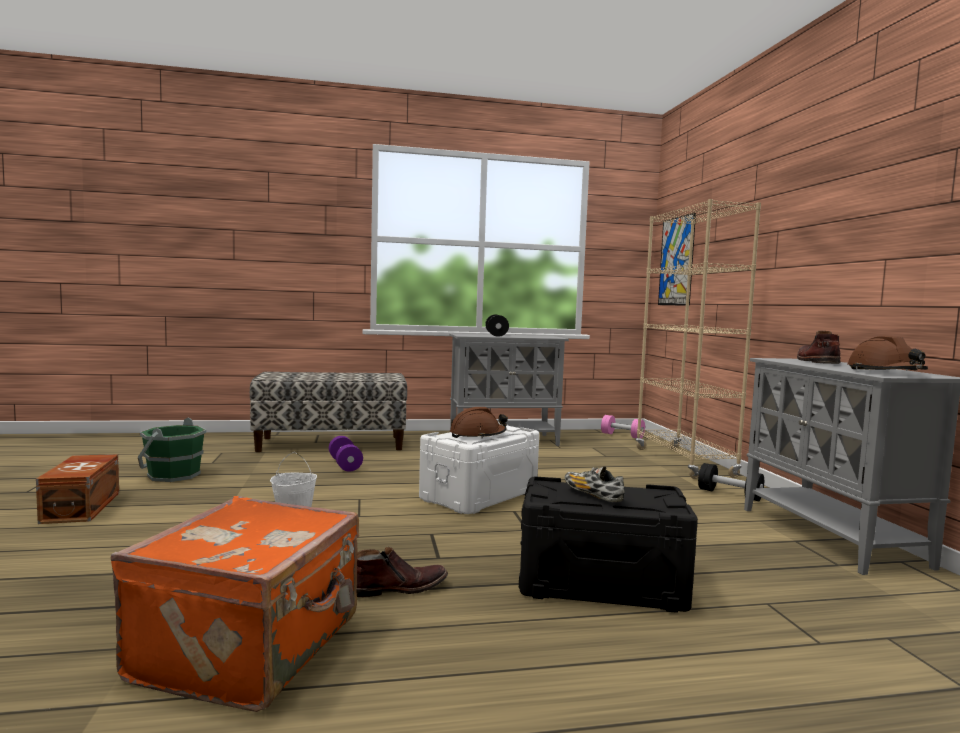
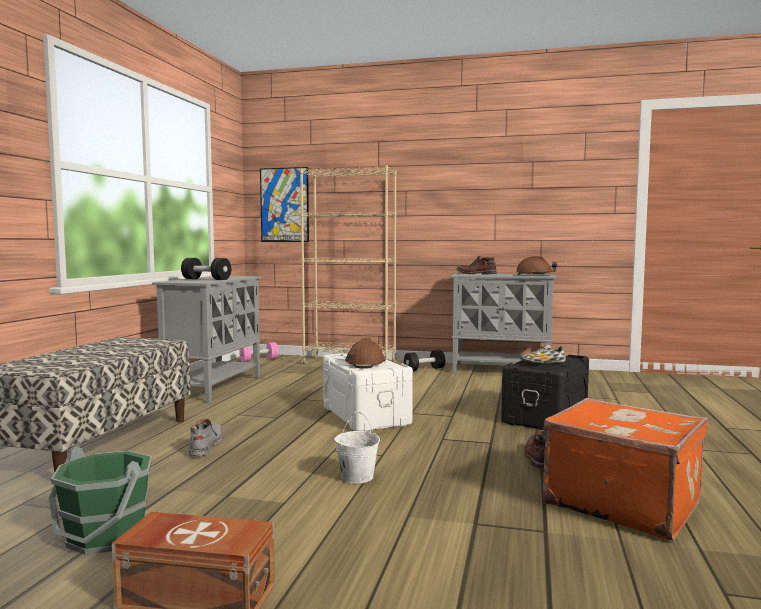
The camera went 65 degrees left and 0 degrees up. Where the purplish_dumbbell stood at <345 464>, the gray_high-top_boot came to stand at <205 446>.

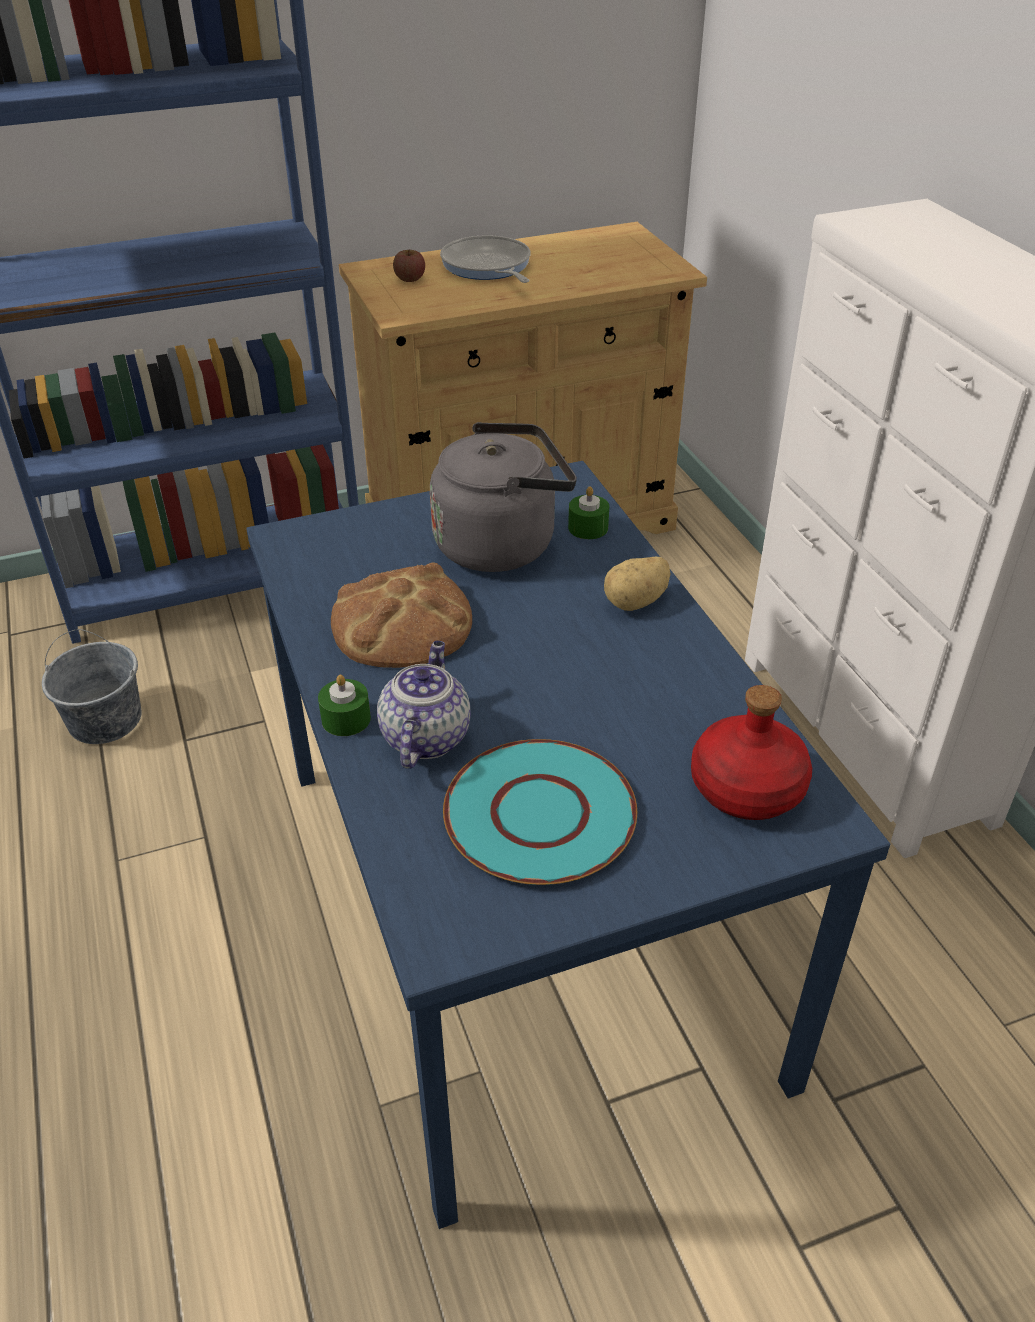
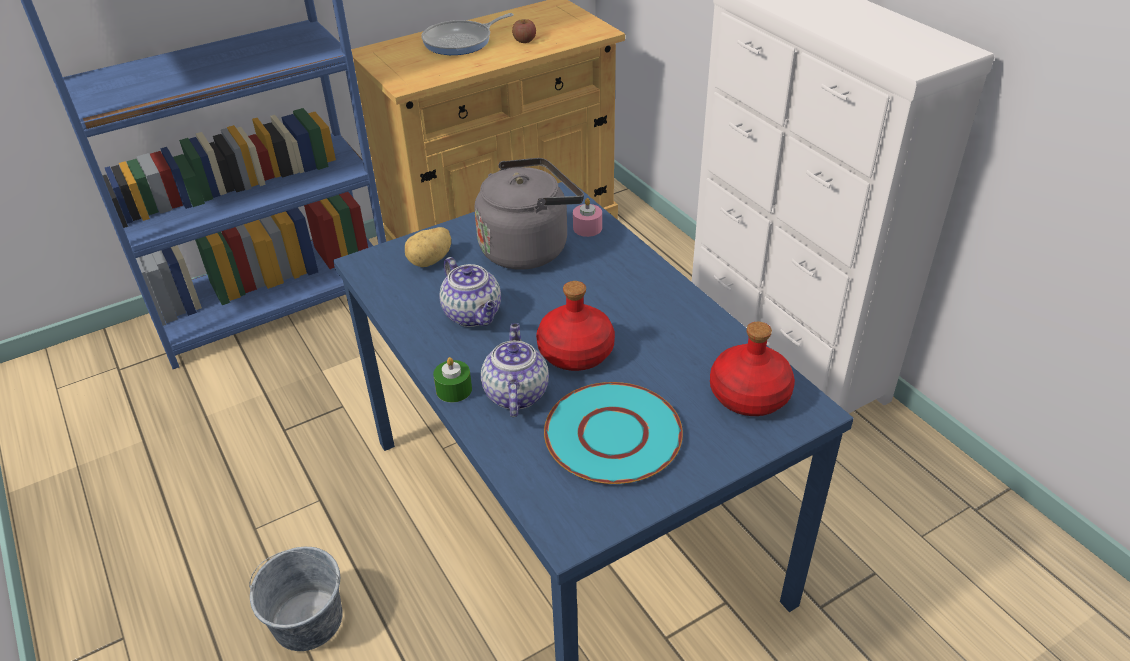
The camera went 10 degrees left and 0 degrees up. The skillet at <487 267> ended up facing another way, 90 degrees counterclockwise from before. The apple_fruit ended up elsewhere, having gone from <410 279> to <524 40>. What was the greenish_wax_candle at <588 528> turned into the pinkish_wax_candle at <587 228>. The spud ended up elsewhere, having gone from <637 602> to <431 260>. Where the bread stood at <402 623>, the pot_for_tea came to stand at <474 315>. The gray_water_bucket ended up elsewhere, having gone from <104 720> to <307 621>. The second view gained the red-coloured_drink_bottle at <576 353>.

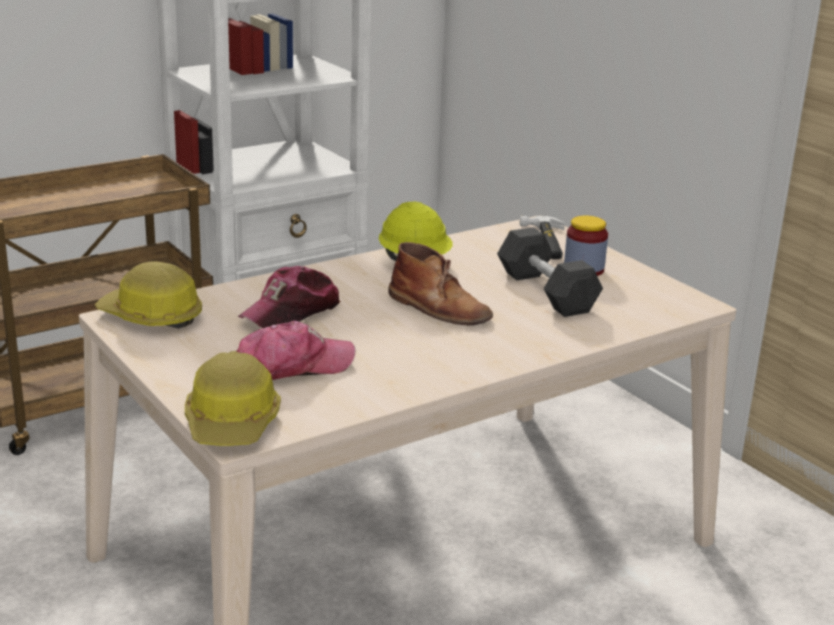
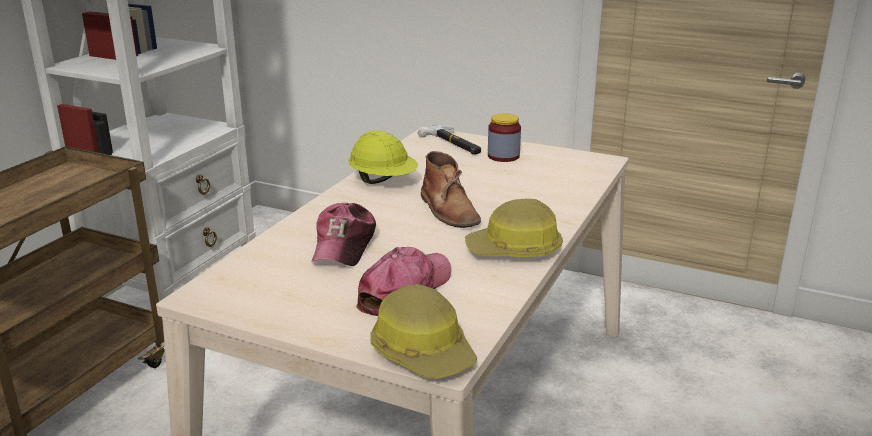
The camera went 30 degrees left and 0 degrees up. The second view lost the gray_dumbbell at <546 292>. The brown-coloured_high-top_boot at <439 308> ended up facing another way, 60 degrees clockwise from before. The safety_helmet ended up elsewhere, having gone from <151 316> to <515 250>.

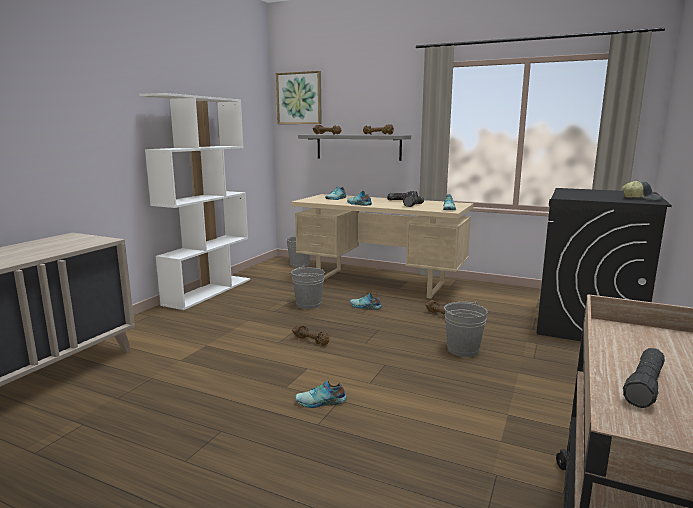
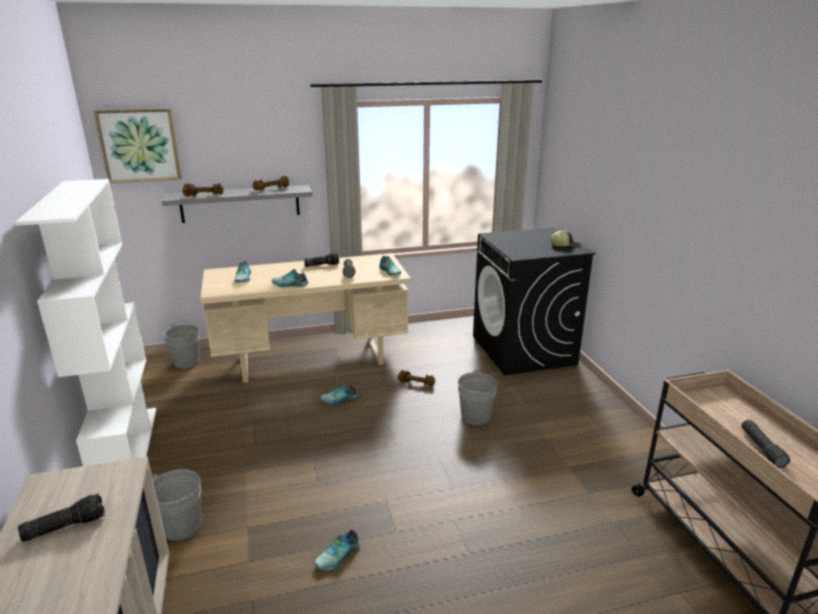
The camera went 40 degrees left and 10 degrees up. The gray_water_bucket ended up elsewhere, having gone from <308 304> to <181 526>. The second view lost the brown-coloured_dumbbell at <311 341>. The low_shoe ended up elsewhere, having gone from <321 402> to <339 556>. The second view gained the flashlight at <66 525>.

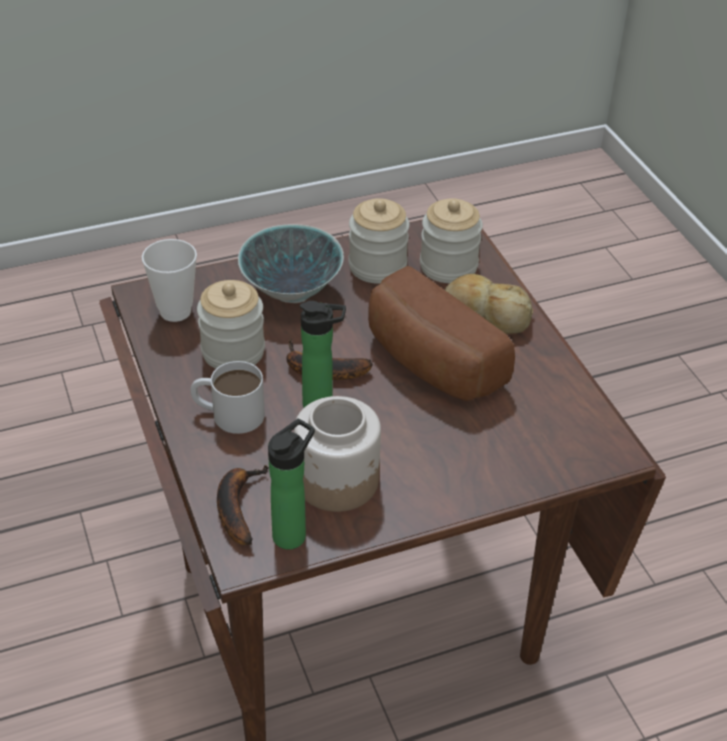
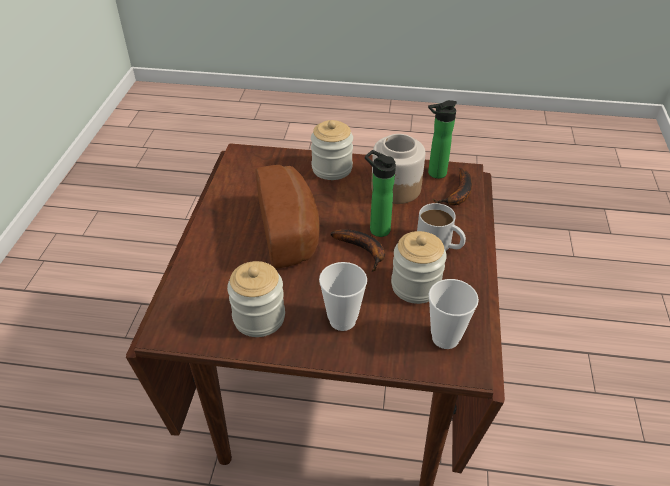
The camera went 150 degrees left and 0 degrees up. The jar ended up elsewhere, having gone from <448 266> to <332 168>. Where the bowl stood at <292 291>, the small_cup came to stand at <342 320>. The second view lost the bread at <485 314>.

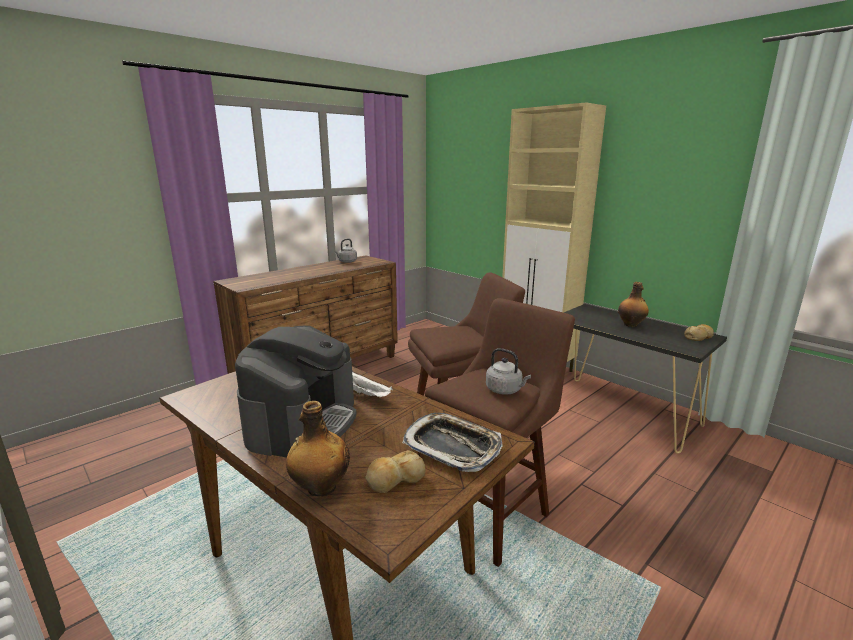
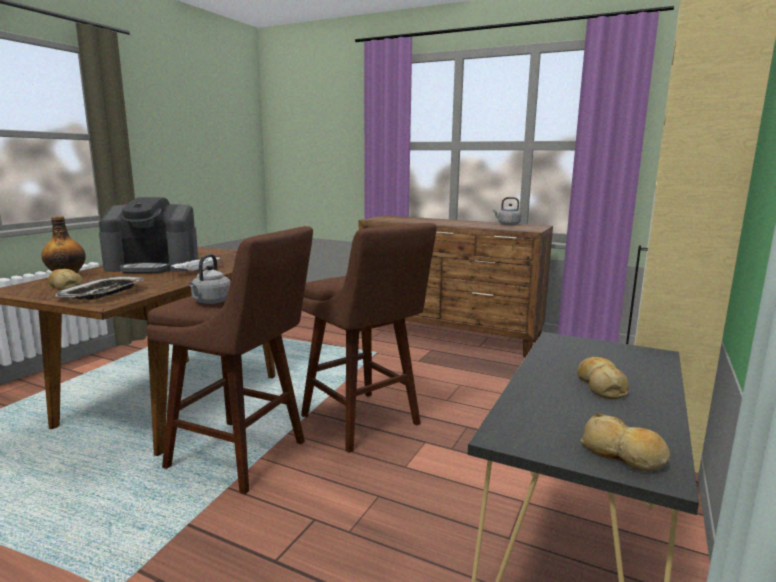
The camera went 70 degrees right and 5 degrees down. Where the drink_bottle stood at <631 325>, the bread came to stand at <601 386>.

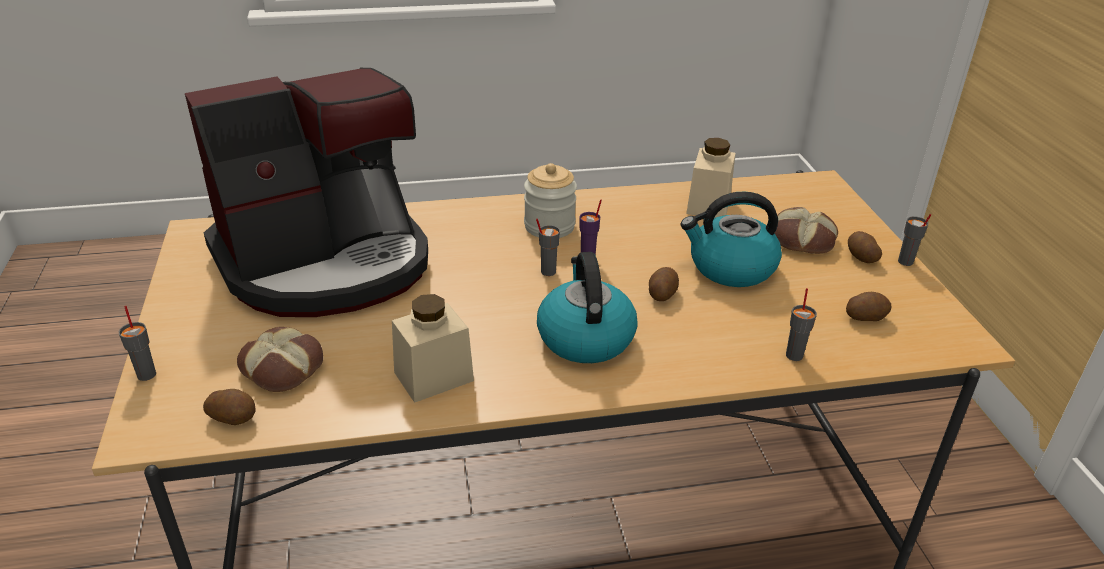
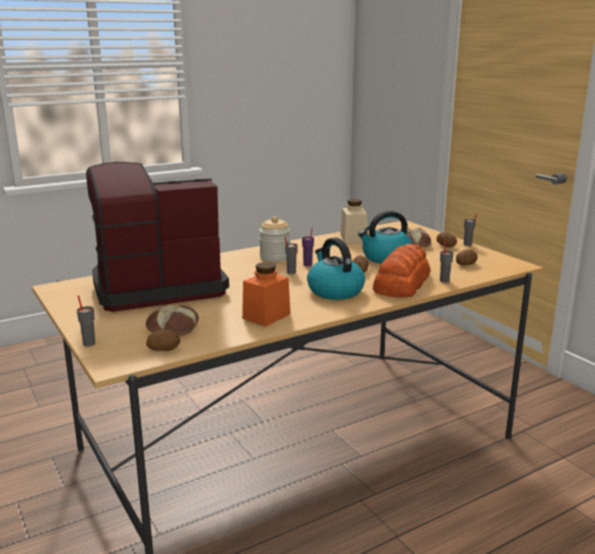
The camera went 20 degrees left and 15 degrees down. The coffee_machine at <326 262> ended up facing another way, 150 degrees counterclockwise from before. What was the beige_jar at <433 376> turned into the orange_jar at <266 316>. The second view gained the bread at <401 283>.

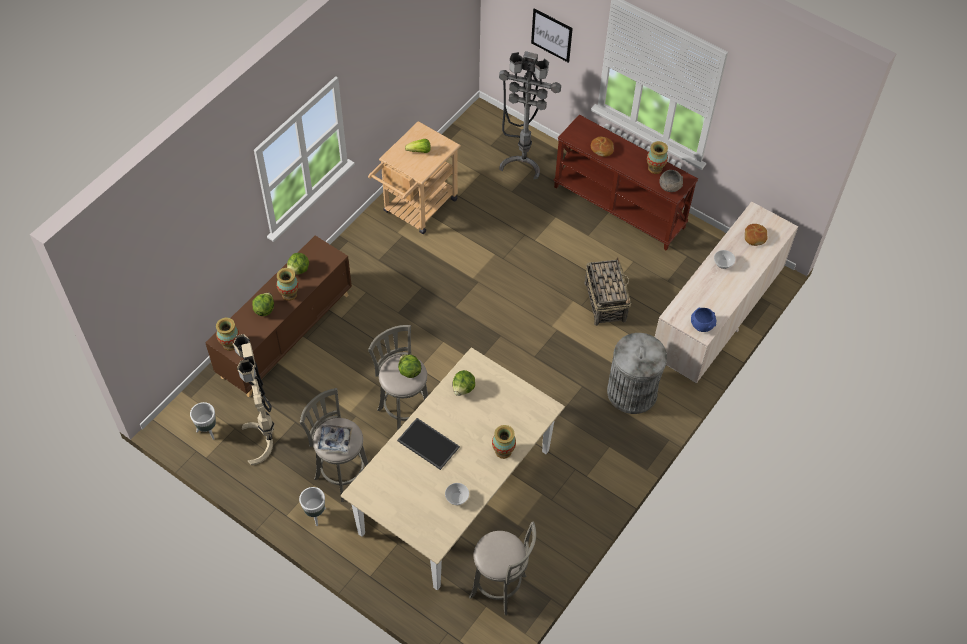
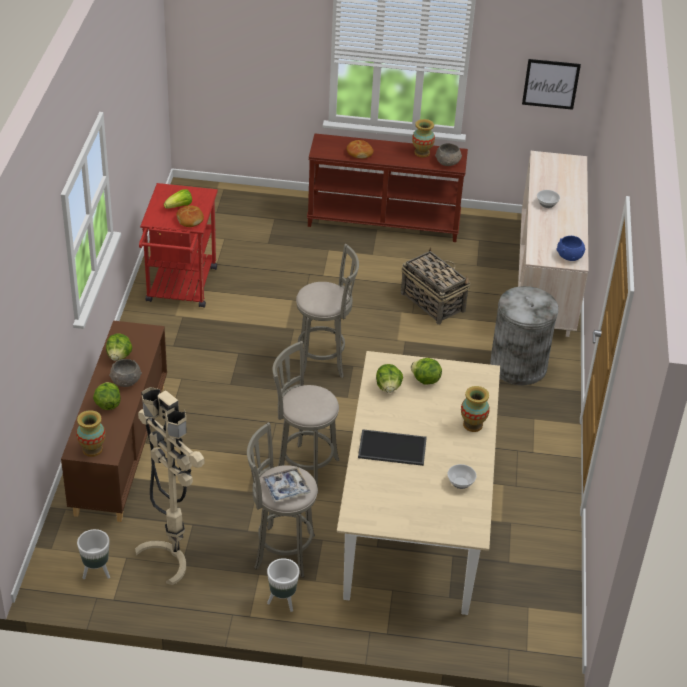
The camera went 30 degrees left and 15 degrees down. The wall_picture ended up elsewhere, having gone from <551 35> to <551 84>. The second view lost the gray_standing_lamp at <523 162>. What was the beige_wheeled_cart at <416 209> turned into the red-coloured_wheeled_cart at <180 289>. The bread ended up elsewhere, having gone from <755 237> to <190 220>. Where the flower_vase stood at <289 294>, the gray_bowl came to stand at <125 381>. The lettuce ended up elsewhere, having gone from <409 371> to <425 380>. The gray_stool ended up elsewhere, having gone from <501 588> to <324 361>.

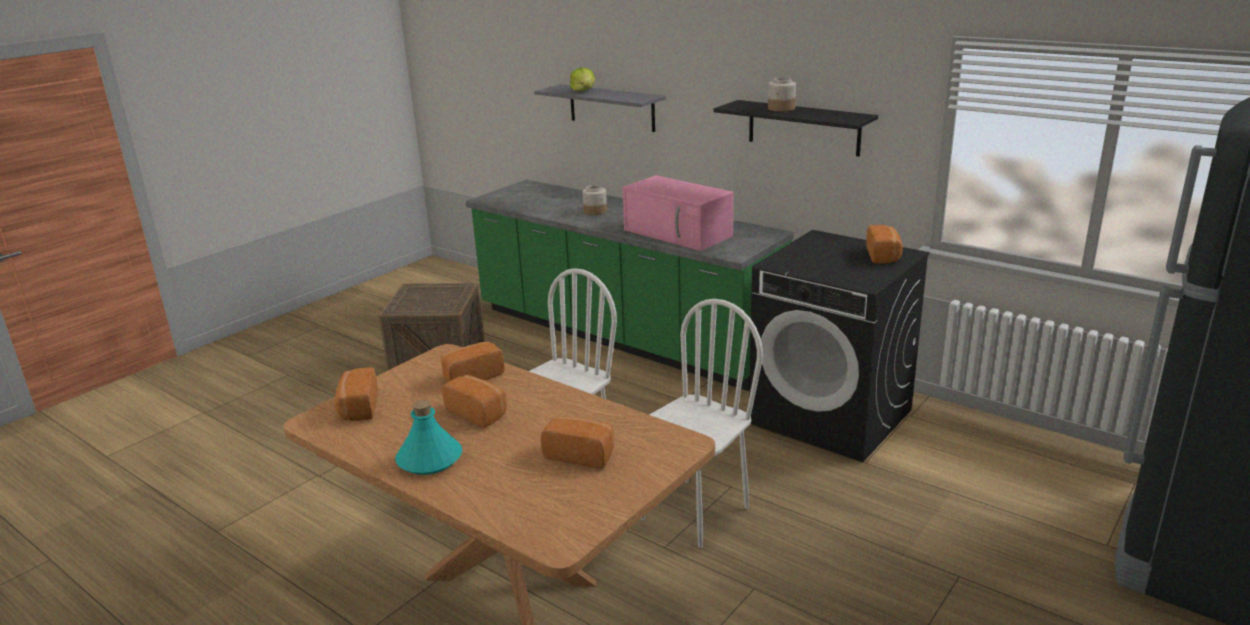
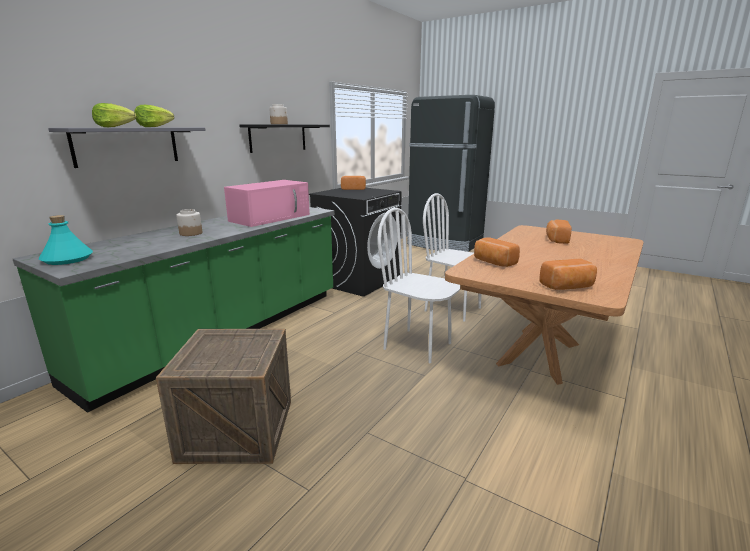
The camera went 95 degrees left and 5 degrees down. The second view lost the bread at <478 412>. The turquoise-coloured_drink_bottle ended up elsewhere, having gone from <430 460> to <67 259>. The second view gained the lettuce at <154 127>.

